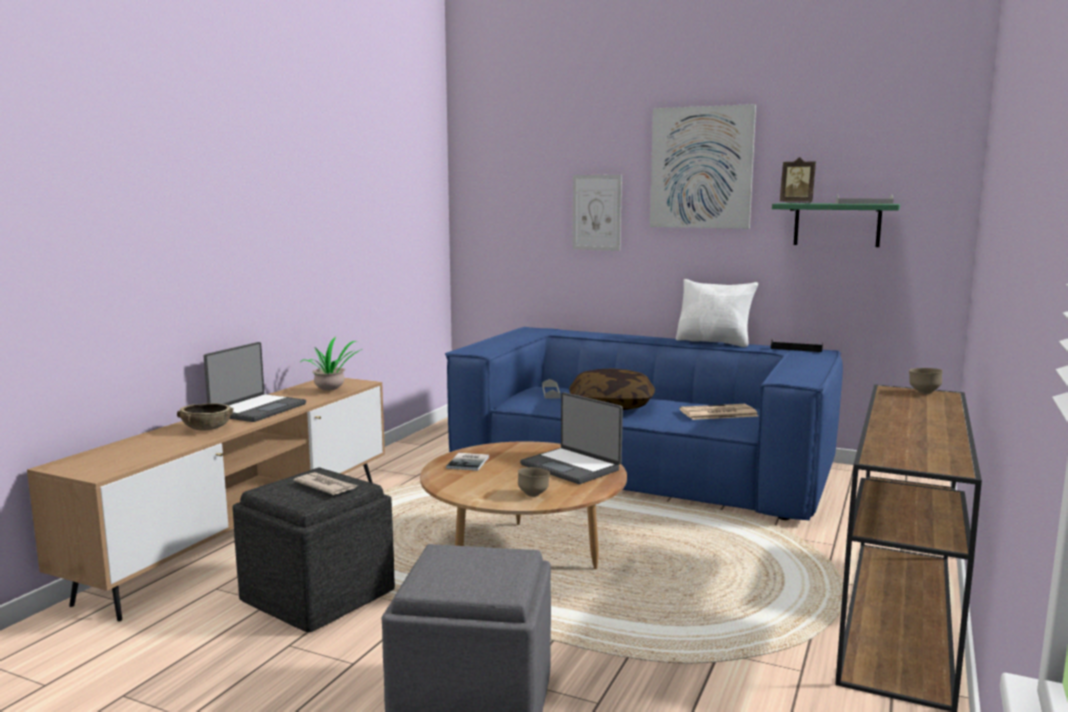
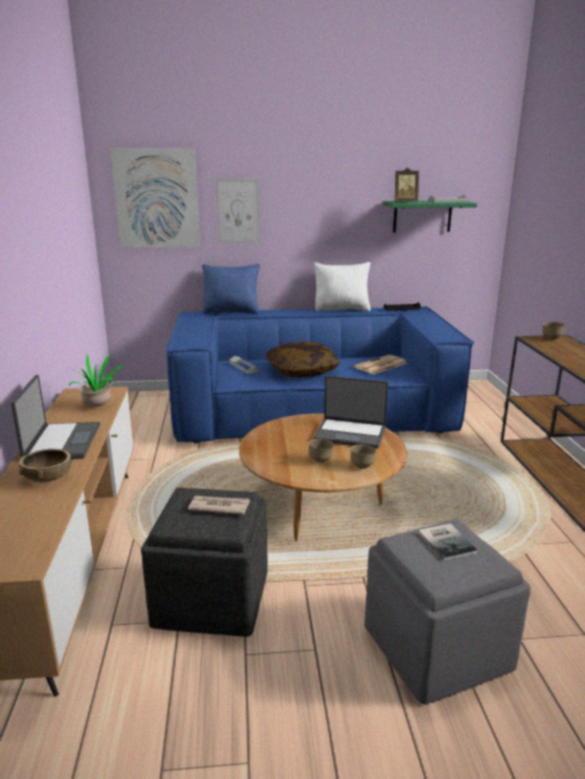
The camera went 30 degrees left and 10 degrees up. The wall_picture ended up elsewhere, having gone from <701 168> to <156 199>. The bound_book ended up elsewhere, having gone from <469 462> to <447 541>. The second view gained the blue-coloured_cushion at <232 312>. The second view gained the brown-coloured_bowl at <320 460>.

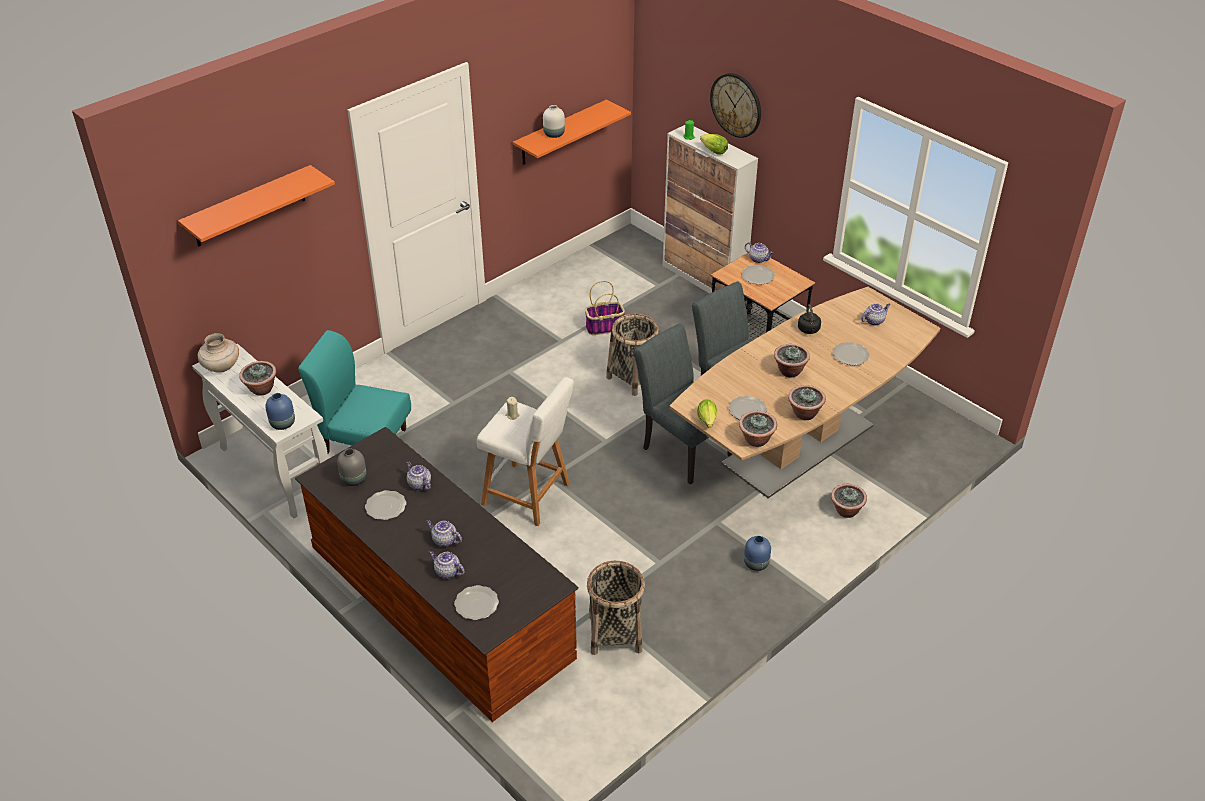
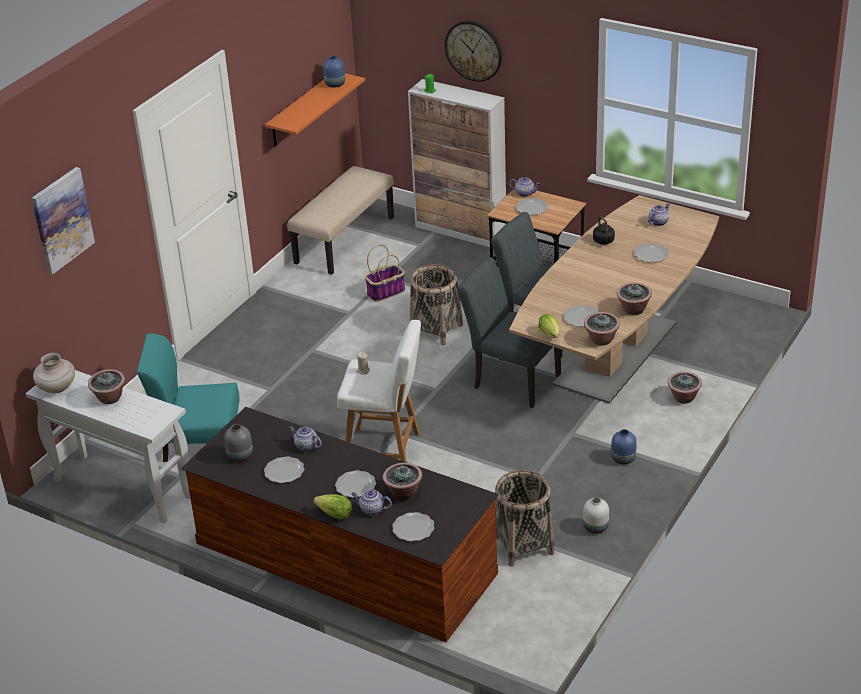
The camera went 15 degrees left and 5 degrees down. The whitish_flower_vase ended up elsewhere, having gone from <553 134> to <595 528>. The lettuce ended up elsewhere, having gone from <714 151> to <335 515>. Where the orange_wall_shelf hung at <249 207>, the wall_picture came to hang at <62 220>. The plant_in_a_pot ended up elsewhere, having gone from <789 371> to <403 493>. The blue-coloured_flower_vase ended up elsewhere, having gone from <283 424> to <335 84>. Where the pot_for_tea stood at <444 540>, the flat_dish came to stand at <355 486>. The second view gained the beige_indoor_bench at <344 240>.

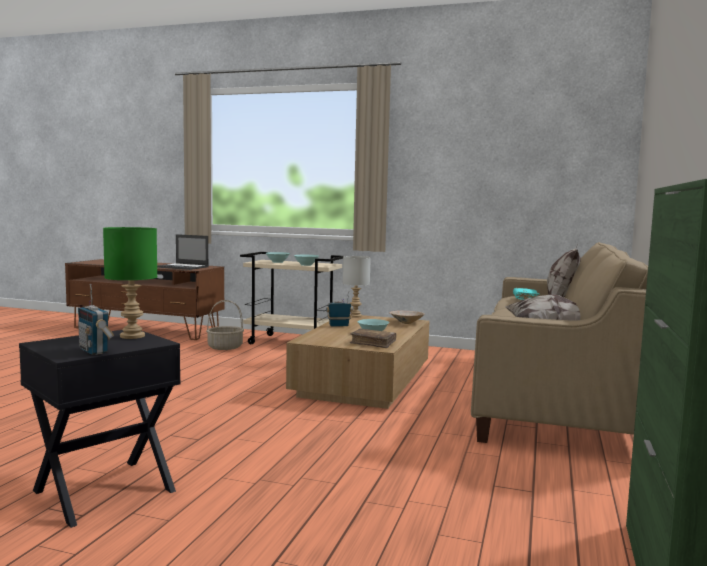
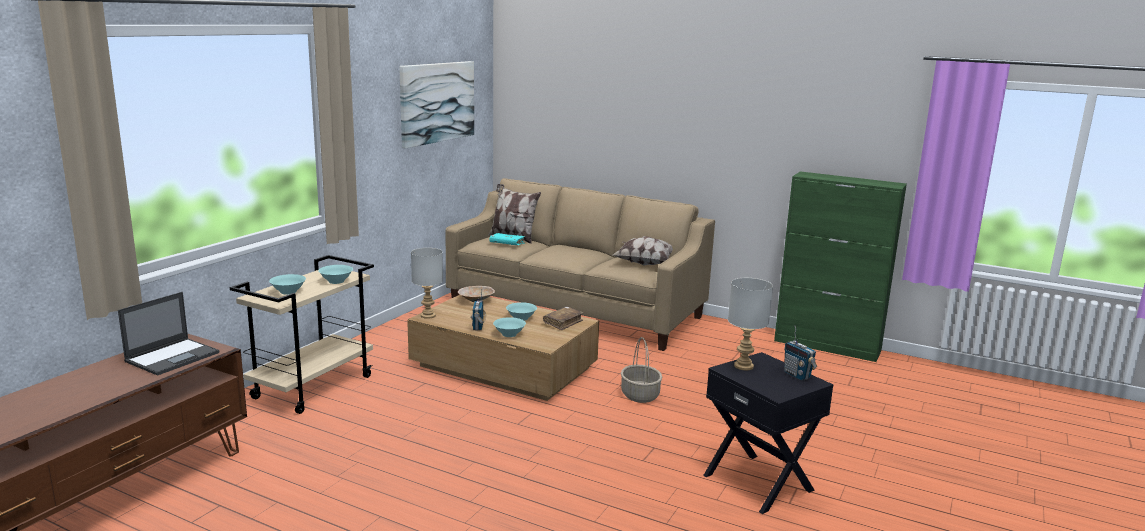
The camera went 80 degrees left and 10 degrees up. What was the greenish_table_lamp at <131 336> turned into the gray_table_lamp at <744 366>. The radio_set at <94 351> ended up facing another way, 90 degrees clockwise from before. The basket ended up elsewhere, having gone from <225 347> to <639 395>. The second view gained the wall_picture at <437 102>. The second view gained the turquoise-coloured_bowl at <509 334>.

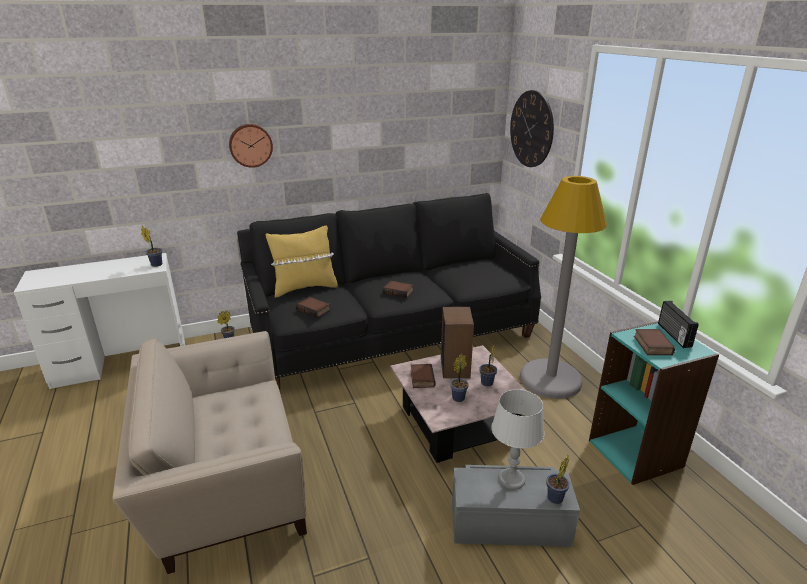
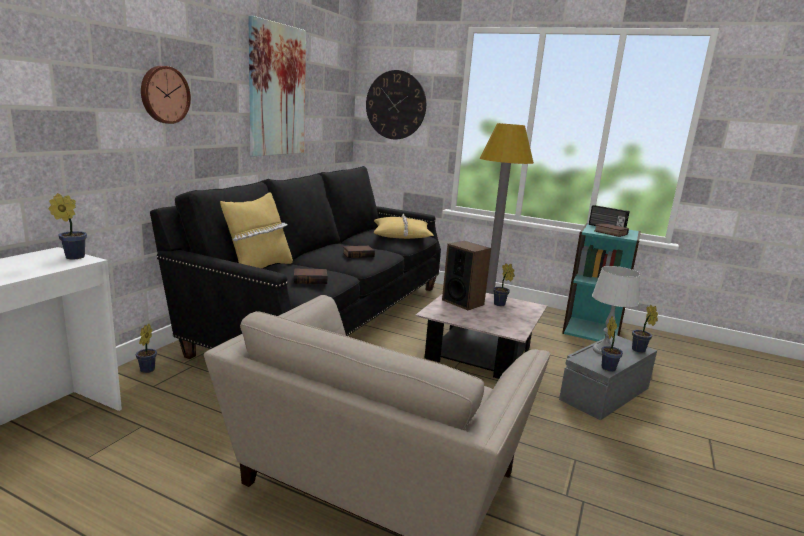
The camera went 45 degrees left and 10 degrees down. The plant_in_a_pot ended up elsewhere, having gone from <459 397> to <607 367>. The second view lost the bound_book at <421 378>. The second view gained the wall_picture at <277 90>. The second view gained the yellowish_cushion at <402 235>.

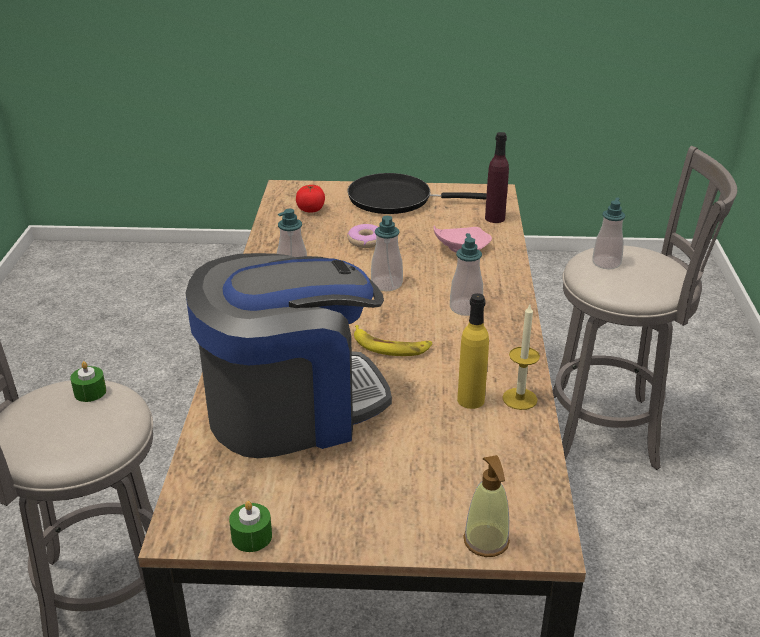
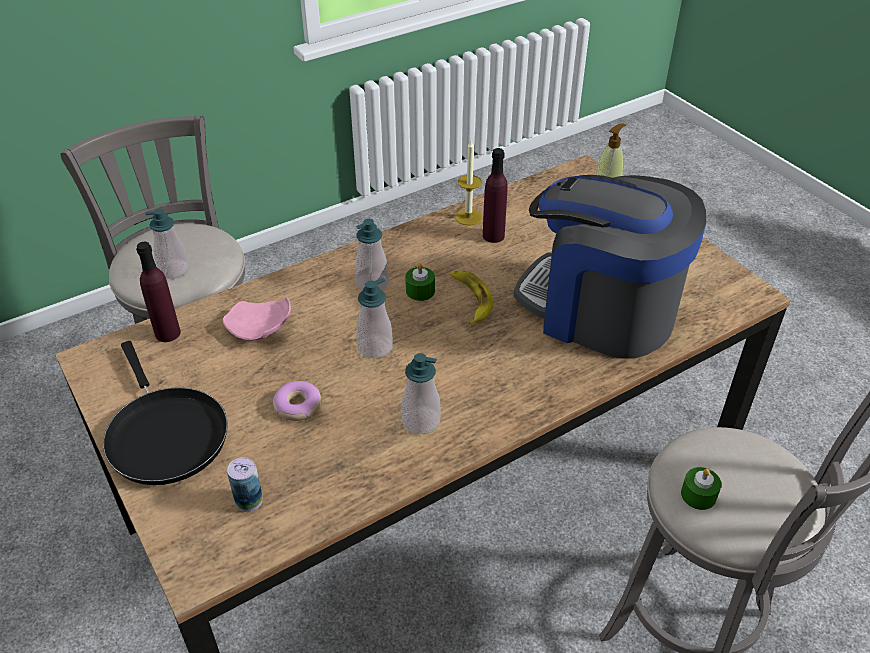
The camera went 125 degrees left and 10 degrees up. Where the whole_tomato stood at <311 209>, the sealed_can came to stand at <249 501>. What was the yellowish_drink_bottle at <471 400> turned into the purplish_drink_bottle at <493 236>. The greenish_wax_candle ended up elsewhere, having gone from <251 536> to <420 291>.

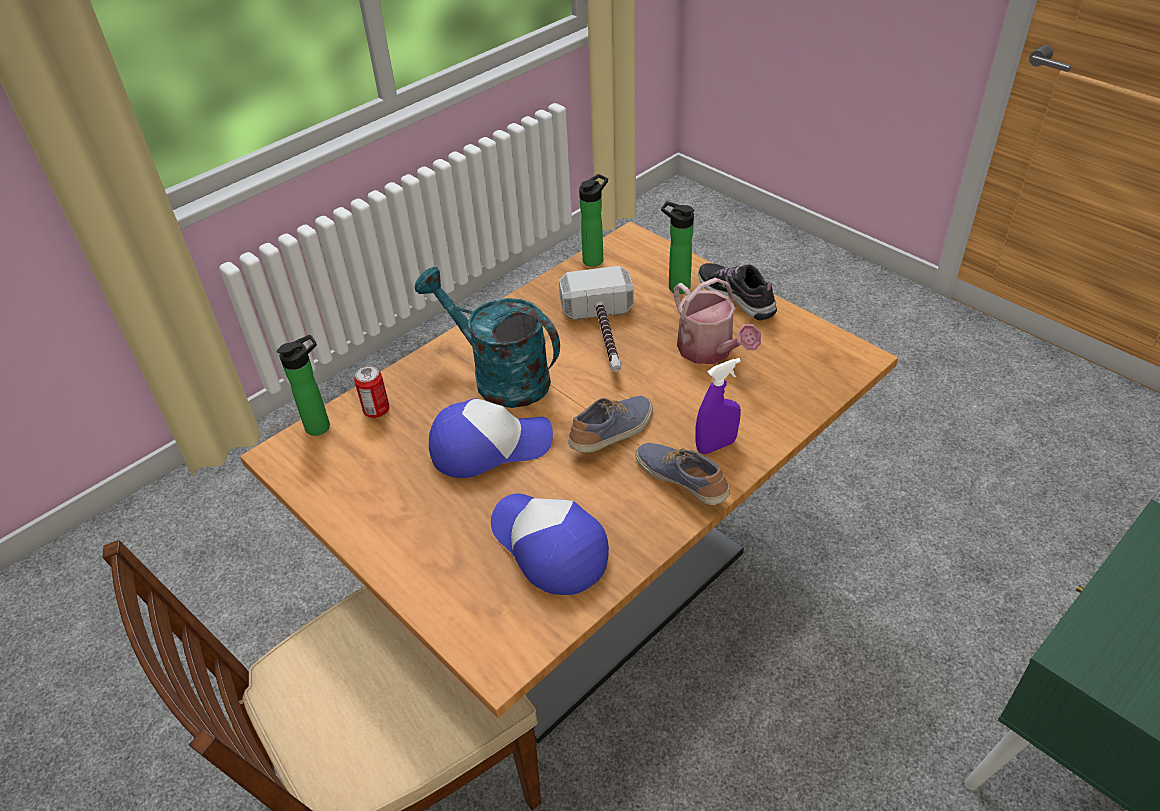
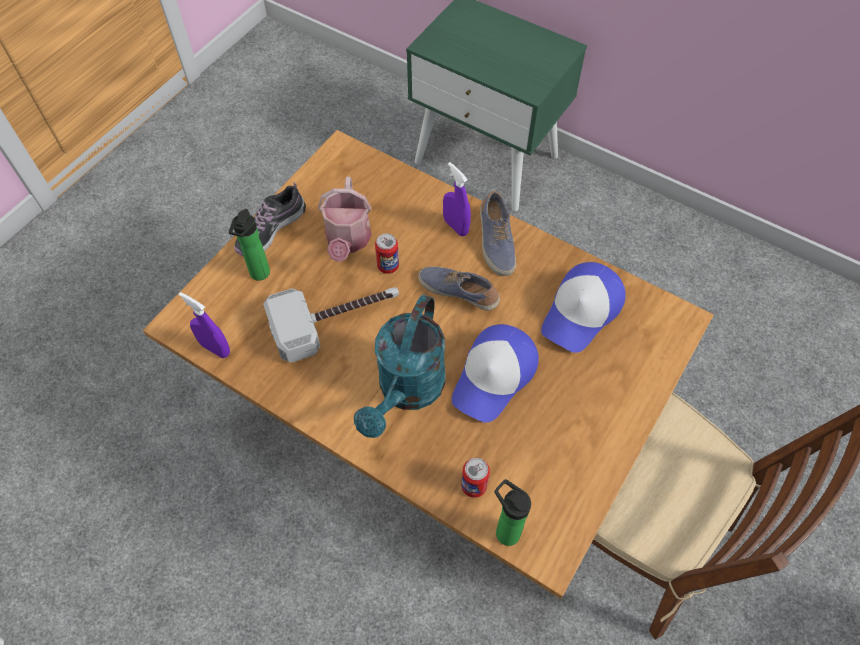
The camera went 105 degrees left and 15 degrees up. Where the drink_bottle stood at <595 259>, the purplish_sprayer came to stand at <215 348>. The watering_pot at <710 351> ended up facing another way, 135 degrees clockwise from before. The peaked_cap at <489 446> ended up facing another way, 120 degrees counterclockwise from before. The low_shoe at <682 480> ended up facing another way, 45 degrees counterclockwise from before. The second view gained the sealed_can at <388 266>.

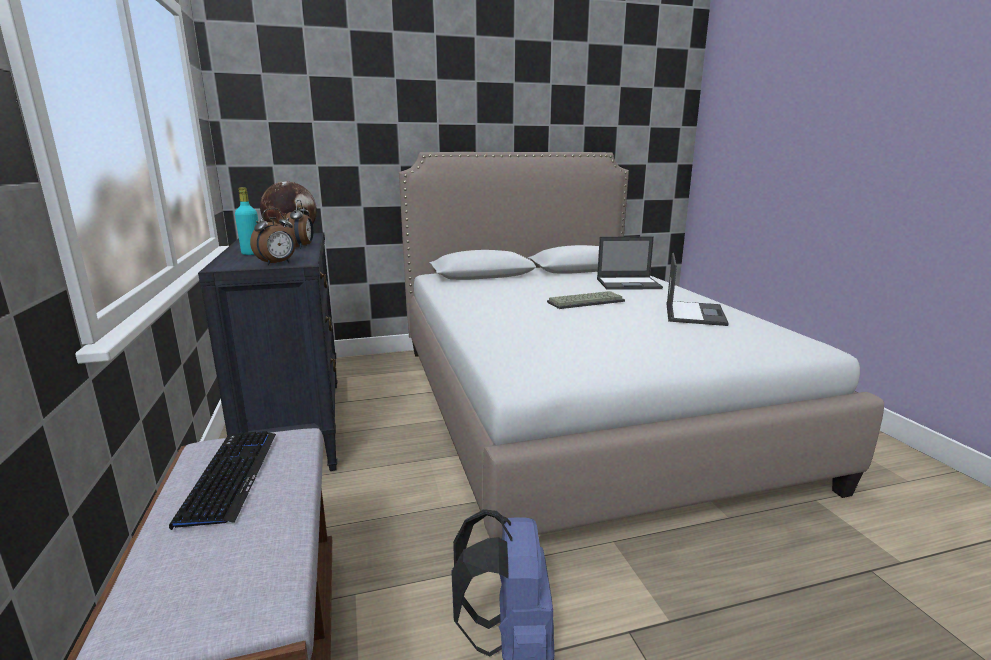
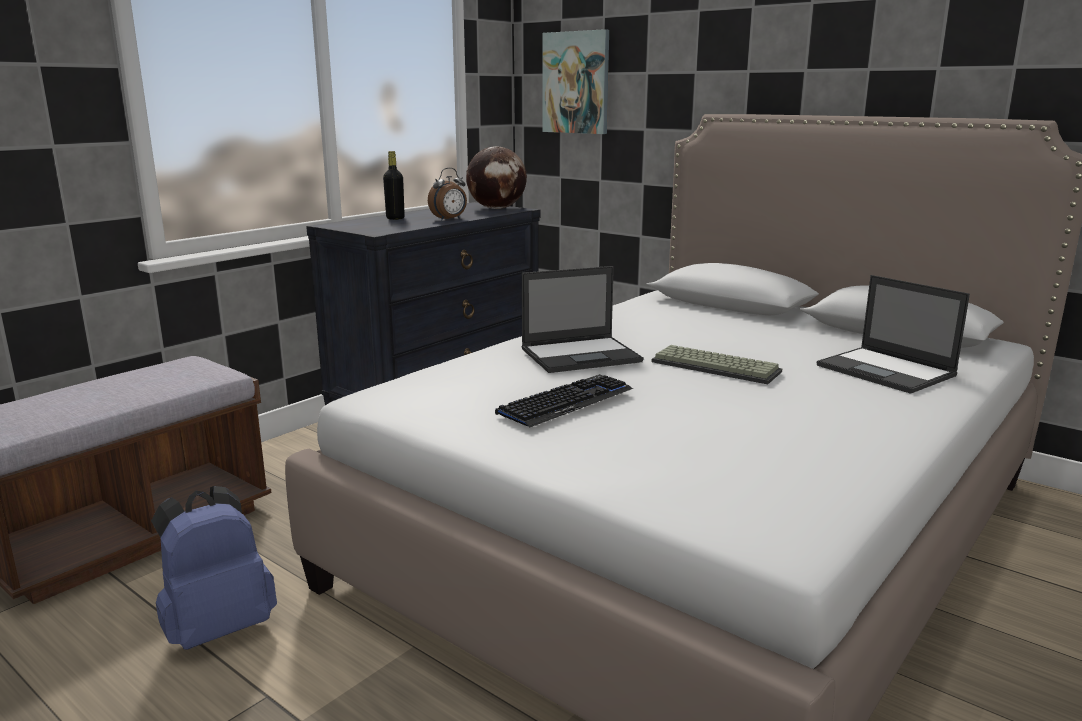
The camera went 55 degrees right and 0 degrees up. What was the turquoise-coloured_drink_bottle at <251 253> turned into the blackish_drink_bottle at <395 218>. The second view lost the bedside_clock at <277 263>. The laptop ended up elsewhere, having gone from <694 313> to <582 355>. The computer_keyboard ended up elsewhere, having gone from <230 476> to <566 402>. The second view gained the wall_picture at <576 83>.

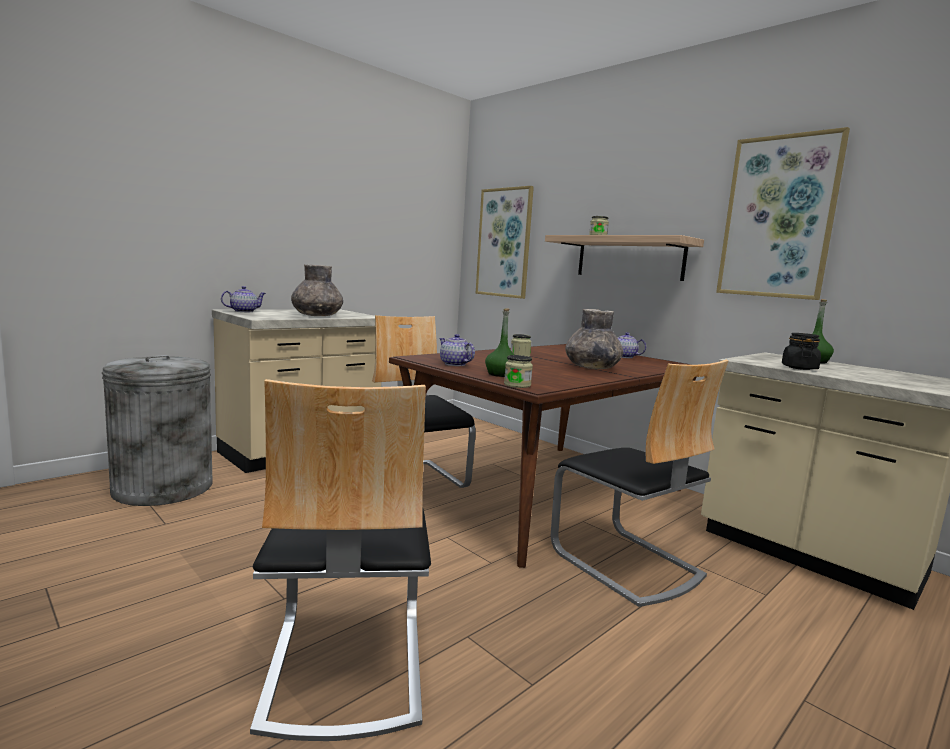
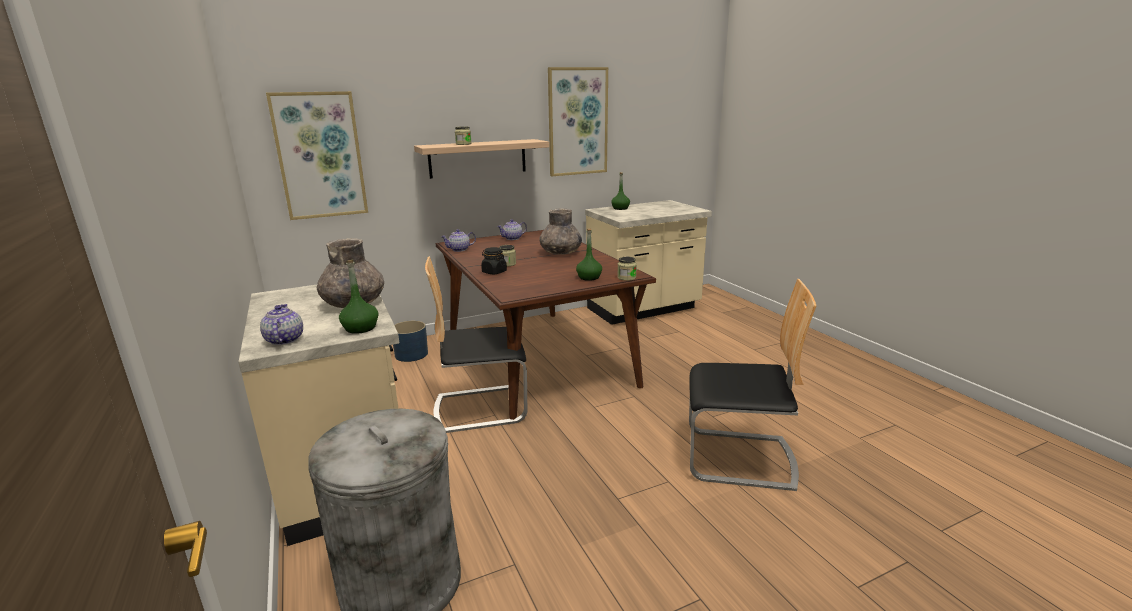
The camera went 70 degrees left and 10 degrees up. The blackish_jar ended up elsewhere, having gone from <799 368> to <494 272>. The pot_for_tea ended up elsewhere, having gone from <455 364> to <459 249>. The second view lost the chair at <625 563>. The second view gained the greenish_drink_bottle at <360 328>. The second view gained the blue-coloured_planter at <411 354>.

